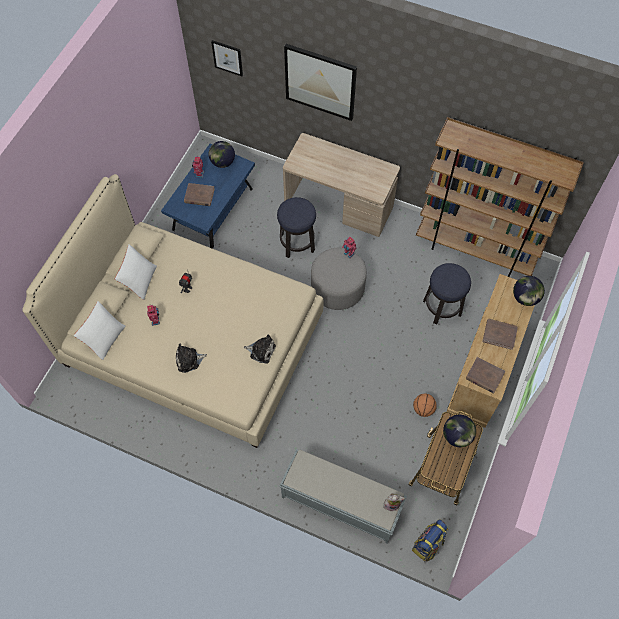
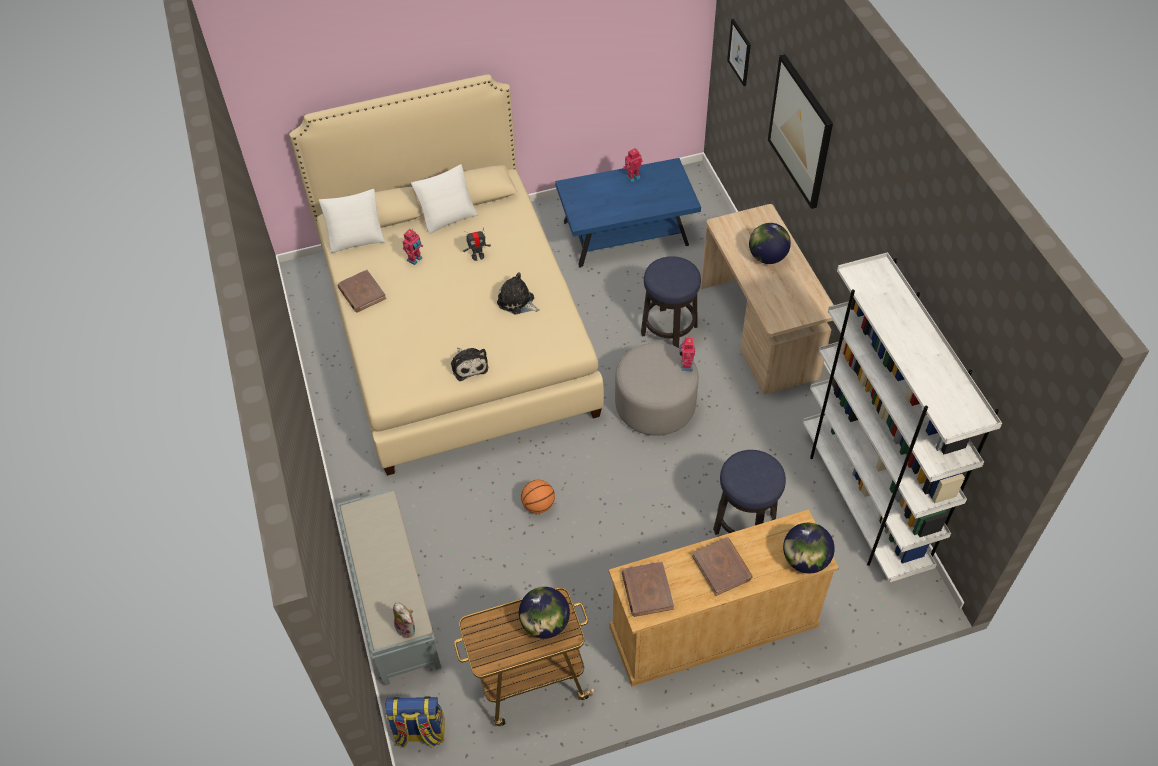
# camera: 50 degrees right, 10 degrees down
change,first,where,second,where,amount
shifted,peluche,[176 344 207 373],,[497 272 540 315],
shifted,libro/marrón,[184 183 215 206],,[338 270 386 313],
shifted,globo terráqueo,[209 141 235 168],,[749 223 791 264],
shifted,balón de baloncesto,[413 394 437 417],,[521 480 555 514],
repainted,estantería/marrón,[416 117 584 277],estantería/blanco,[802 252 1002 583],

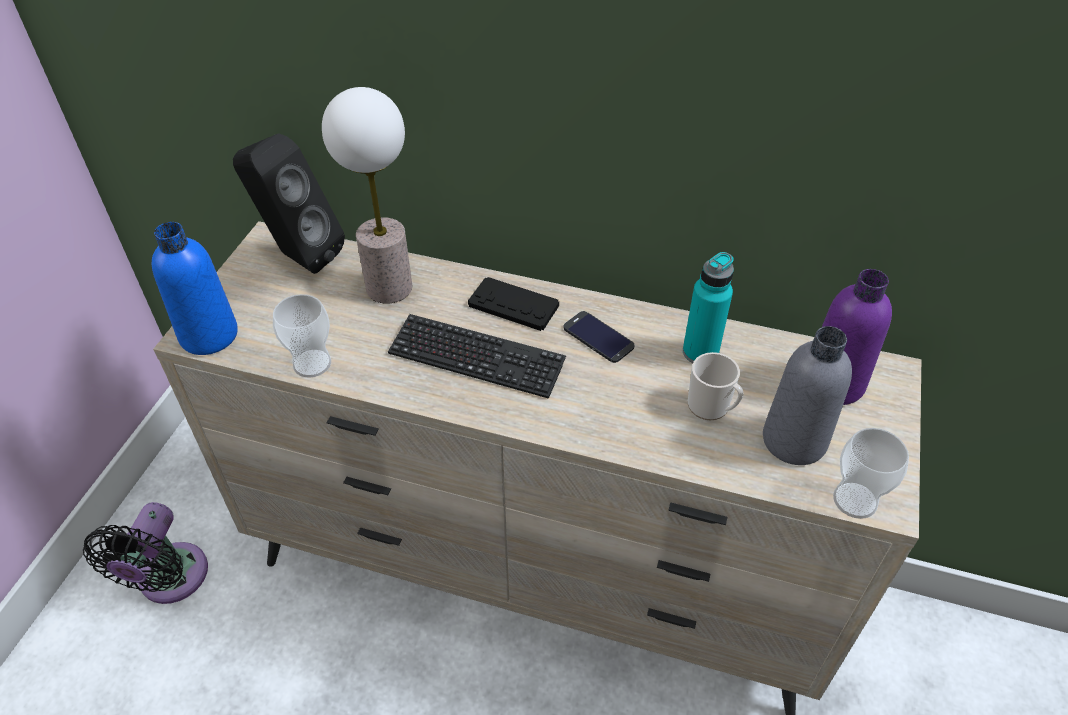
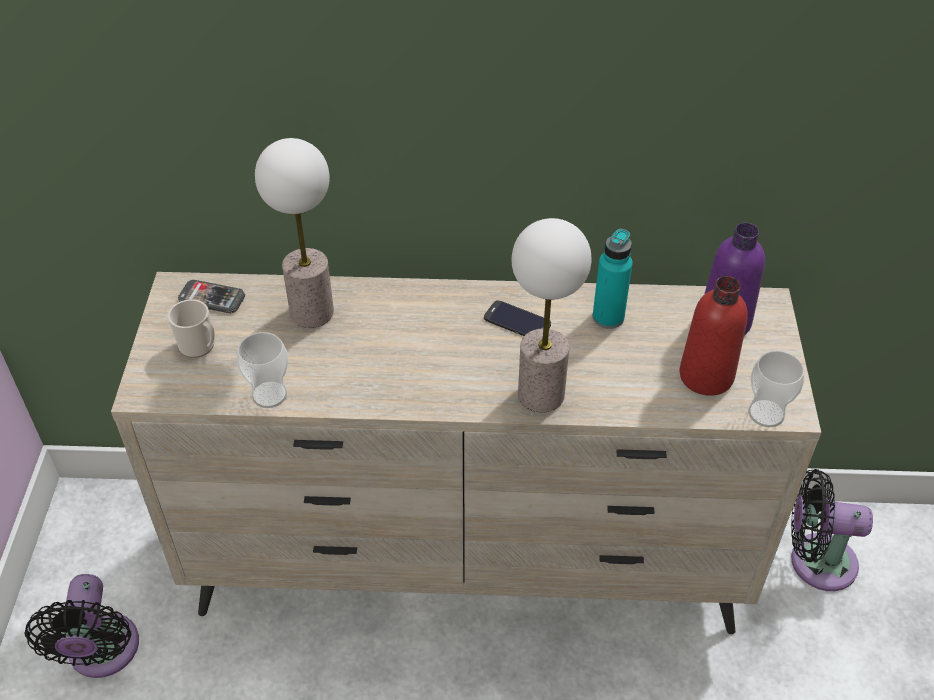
# camera: 15 degrees left, 0 degrees up
change,first,where,second,where,amount
gone,botella/azul,[152 222 238 355],,,
gone,teclado,[388 314 566 399],,,
gone,mando de consola/negro,[468 277 559 331],,,
new,,,lámpara de mesa,[512 218 592 412],
new,,,ventilador/negro,[791 469 873 591],
shifted,taza grande,[688 352 744 420],,[168 299 215 358],
swapped,altavoz/negro,[233 133 345 274],móvil,[178 280 245 313],
repainted,botella/gris,[763 326 852 465],botella/rojo,[679 276 748 396],

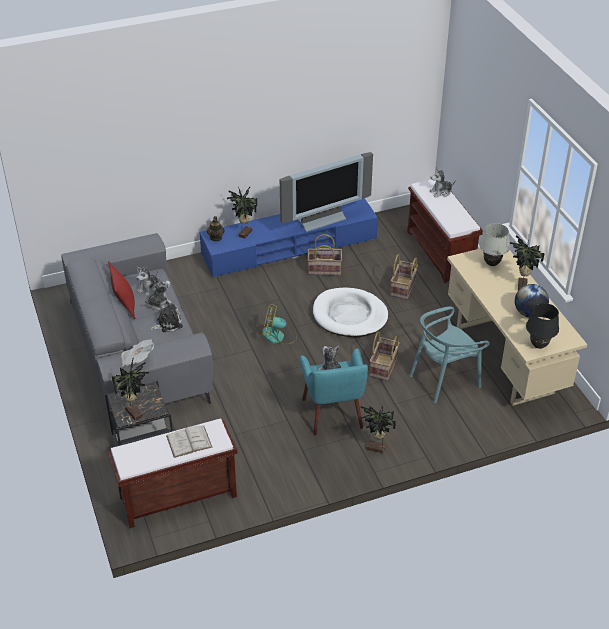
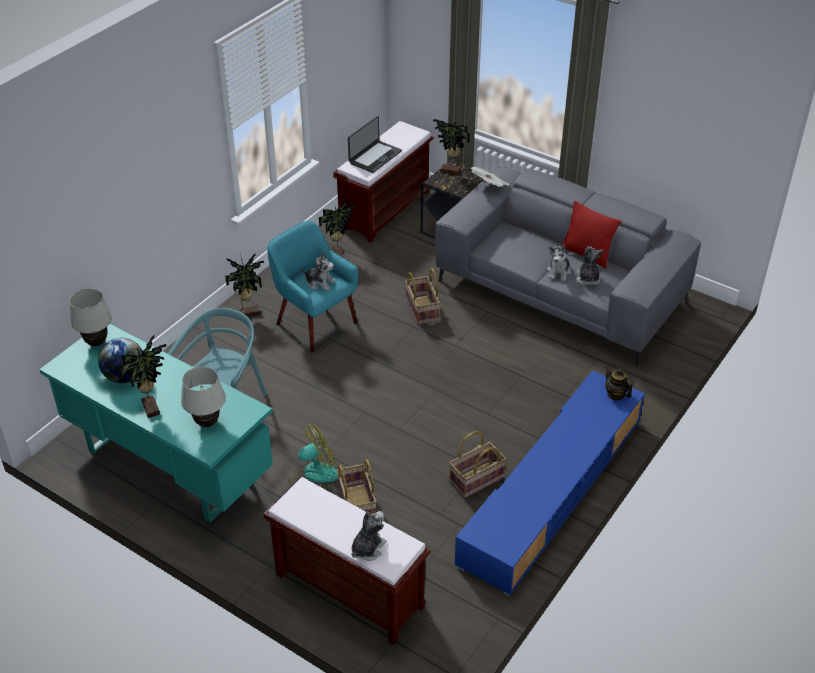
# camera: 145 degrees right, 0 degrees up
change,first,where,second,where,amount
gone,peluche,[150 301 183 332],,,
gone,televisor,[280 152 373 232],,,
gone,cama para perro/blanco,[313 288 388 337],,,
shifted,planta en maceta,[227 187 258 239],,[319 199 356 257],
shifted,ventilador,[262 303 297 345],,[288 424 338 488],
shifted,cesta,[369 331 400 381],,[405 268 440 325],
swapped,libro/blanco,[166 426 213 458],portátil,[348 116 402 173],
repainted,escritorio/beis,[447 249 587 406],escritorio/turquesa,[39 324 273 522],
repainted,lámpara de mesa/negro,[526 303 559 349],lámpara de mesa/blanco,[70 288 112 346],

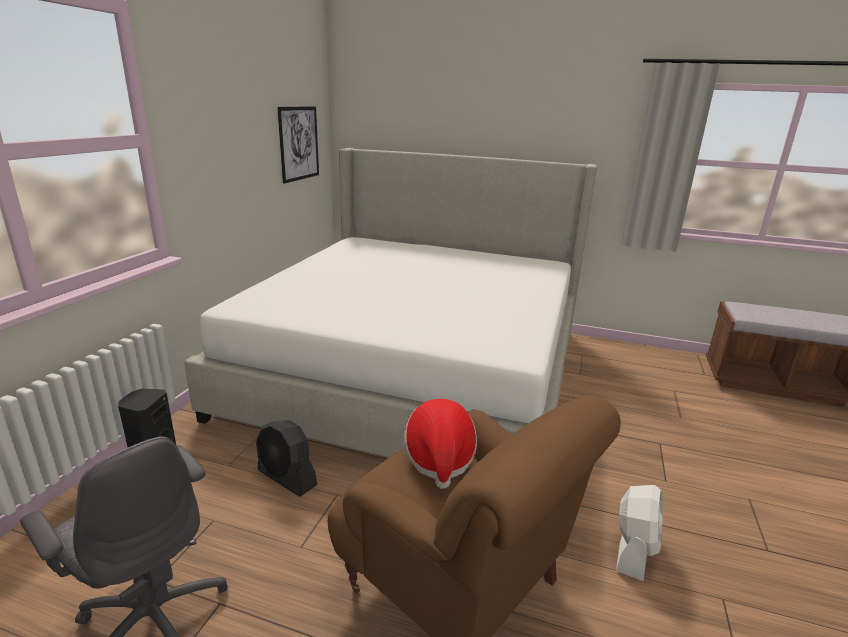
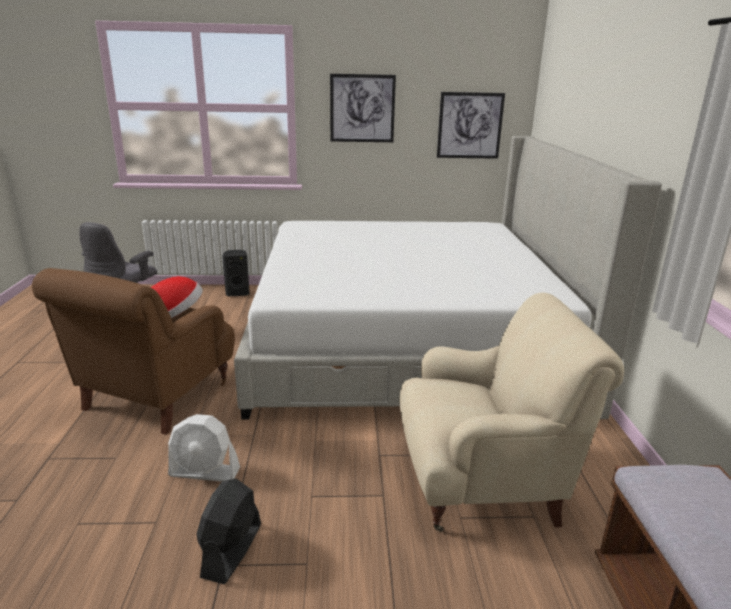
# camera: 70 degrees right, 0 degrees up
change,first,where,second,where,amount
new,,,cuadro,[330 74 396 142],
new,,,sillón/beis,[399 293 624 532],
shifted,ventilador/negro,[256 420 318 497],,[196 479 261 584],

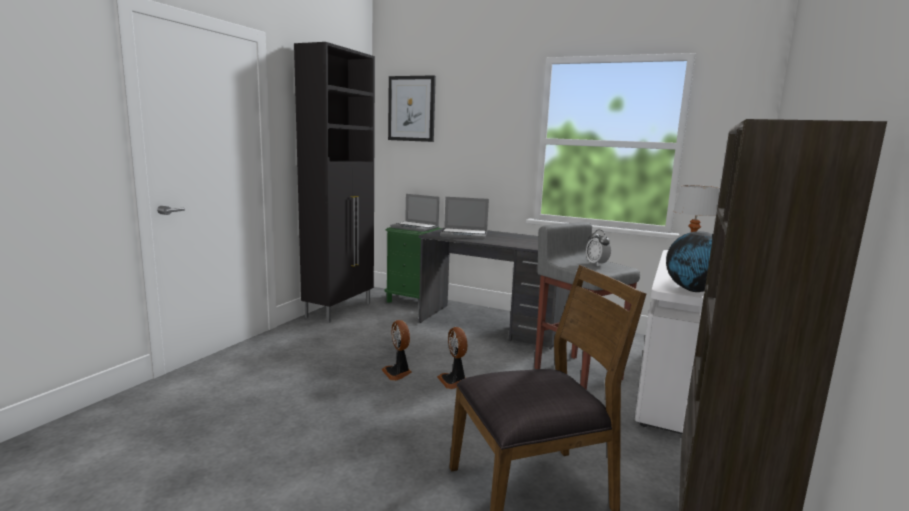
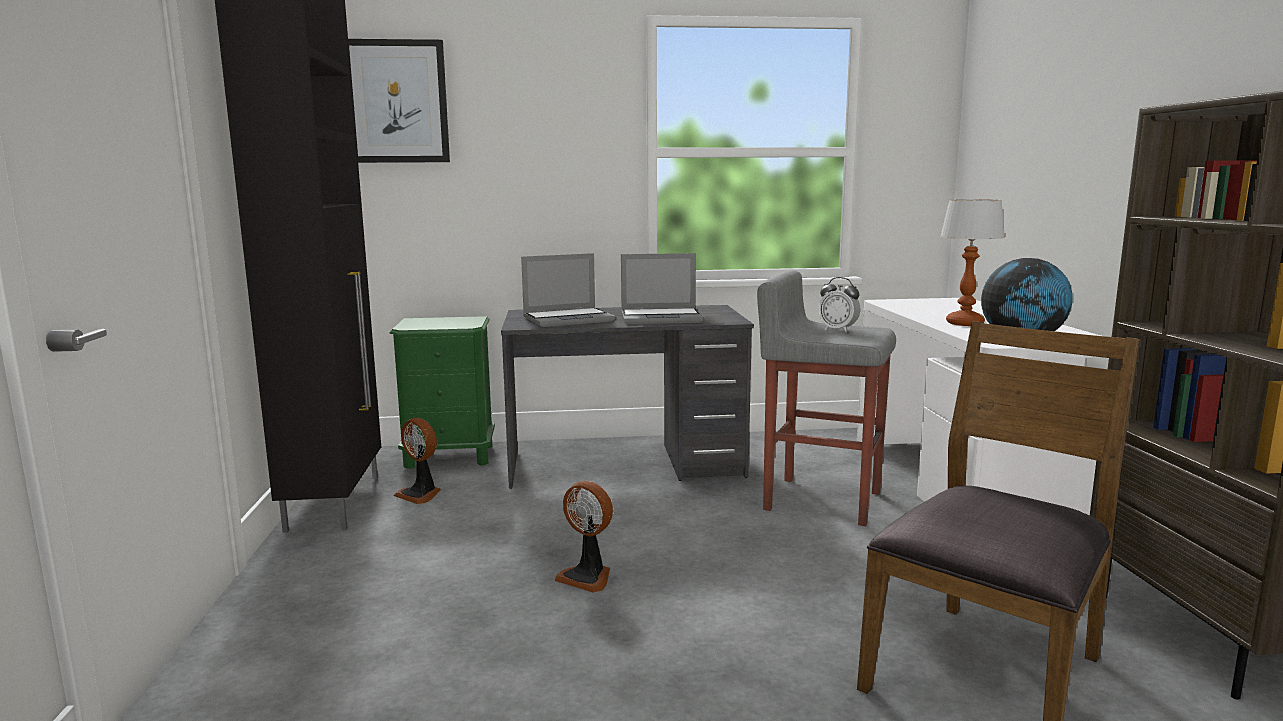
# camera: 30 degrees left, 0 degrees up
change,first,where,second,where,amount
shifted,portátil,[390 194 440 232],,[621 253 703 324],
shifted,ventilador,[437 327 467 389],,[394 418 441 504],

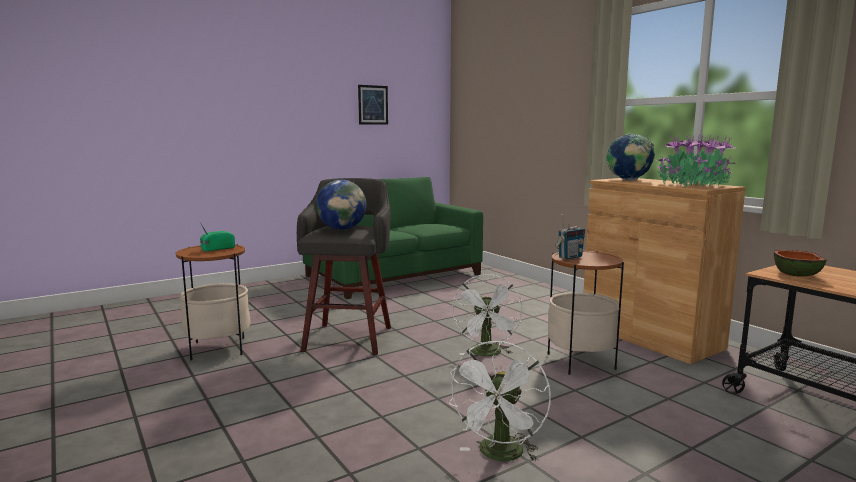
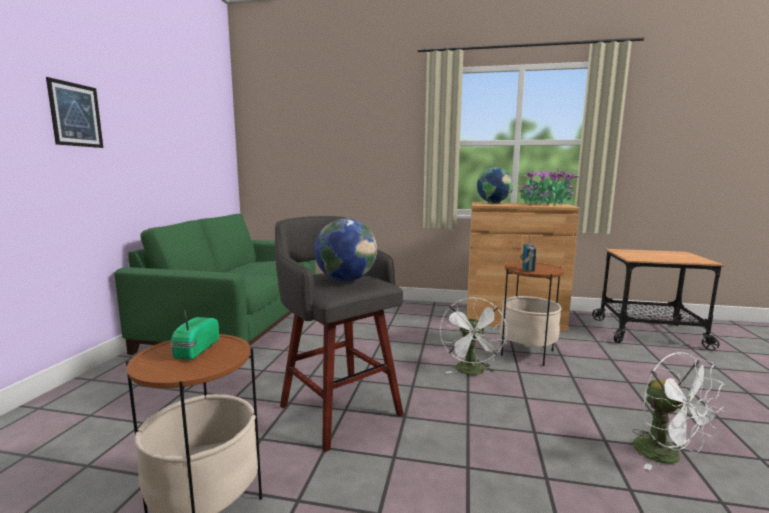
# camera: 45 degrees left, 0 degrees up
change,first,where,second,where,amount
gone,cuenco,[774 250 826 277],,,
shifted,cuadro,[358 85 388 125],,[46 77 103 148],
rotated,ventilador/blanco,[452 274 522 356],,[440 298 508 375],45 degrees clockwise

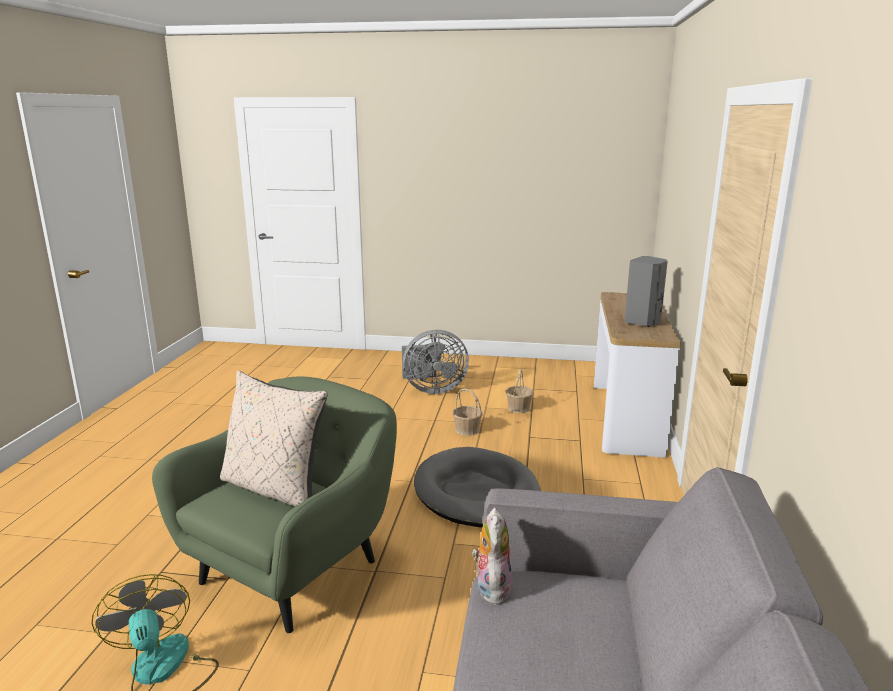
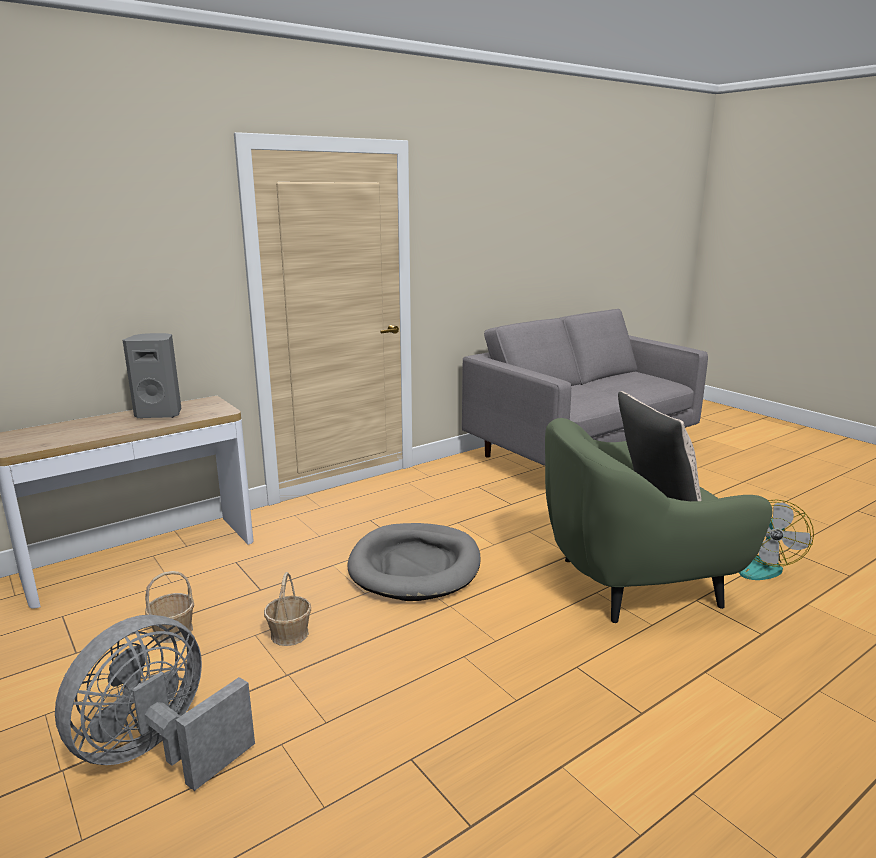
# camera: 135 degrees left, 0 degrees up
change,first,where,second,where,amount
gone,peluche,[472 508 512 605],,,
rotated,ventilador/gris,[402 330 469 394],,[55 615 255 791],90 degrees counterclockwise

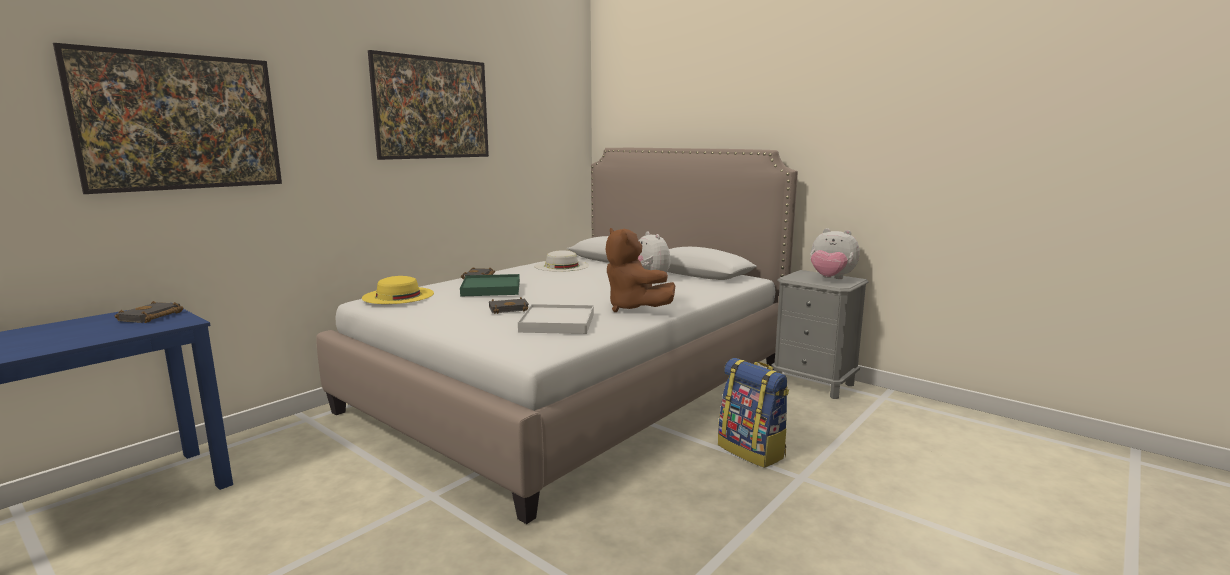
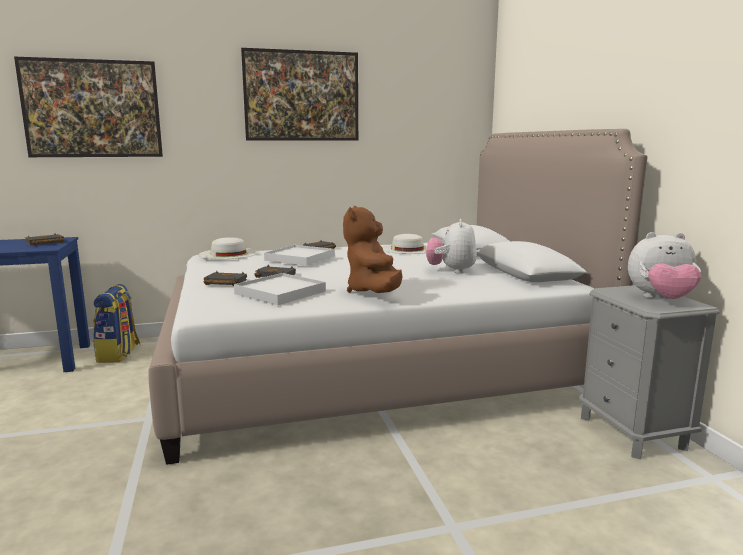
# camera: 35 degrees right, 0 degrees up
change,first,where,second,where,amount
new,,,libro/negro,[203 271 247 286],
shifted,mochila,[718 358 789 468],,[93 284 141 363],
repainted,sombrero/amarillo,[362 276 434 304],sombrero/blanco,[199 237 258 259],
repainted,bandeja/verde,[460 274 520 297],bandeja/blanco,[264 245 335 266],
rotated,peluche,[810 228 860 279],,[628 232 701 299],60 degrees counterclockwise

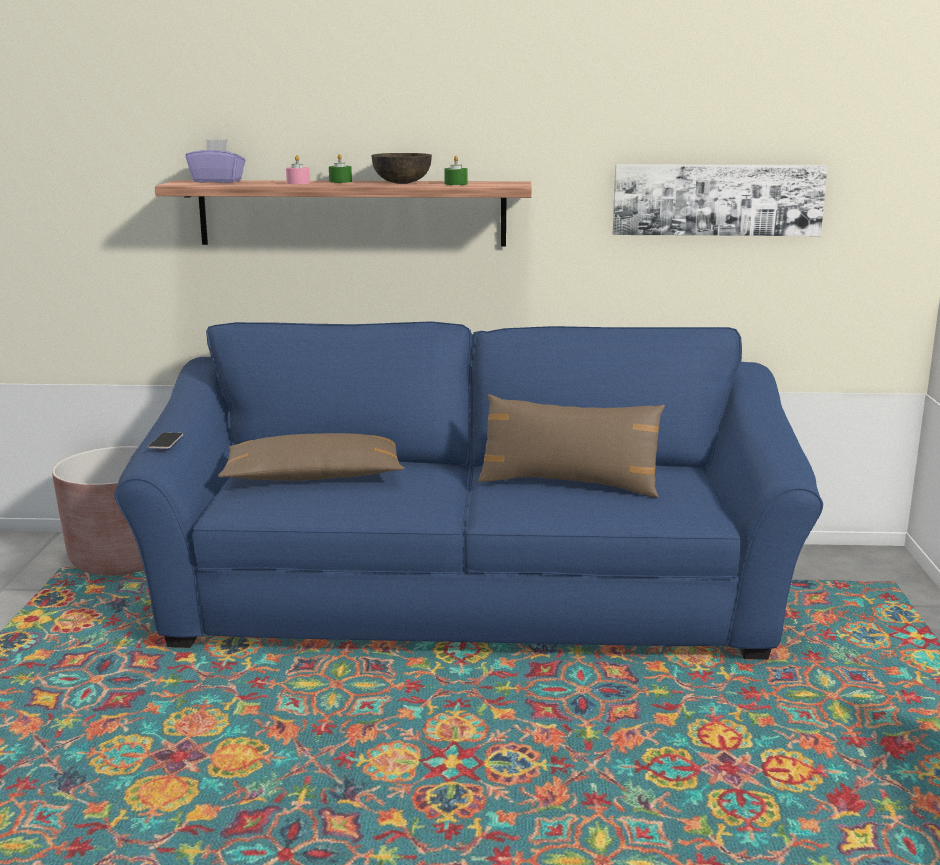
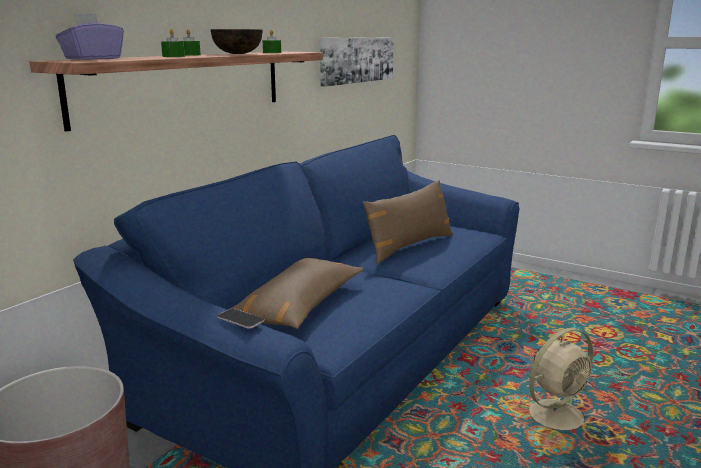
# camera: 60 degrees left, 0 degrees up
change,first,where,second,where,amount
new,,,ventilador/beis,[512 328 593 440],
repainted,vela/rosa,[286 155 310 184],vela/verde,[161 29 185 57],

